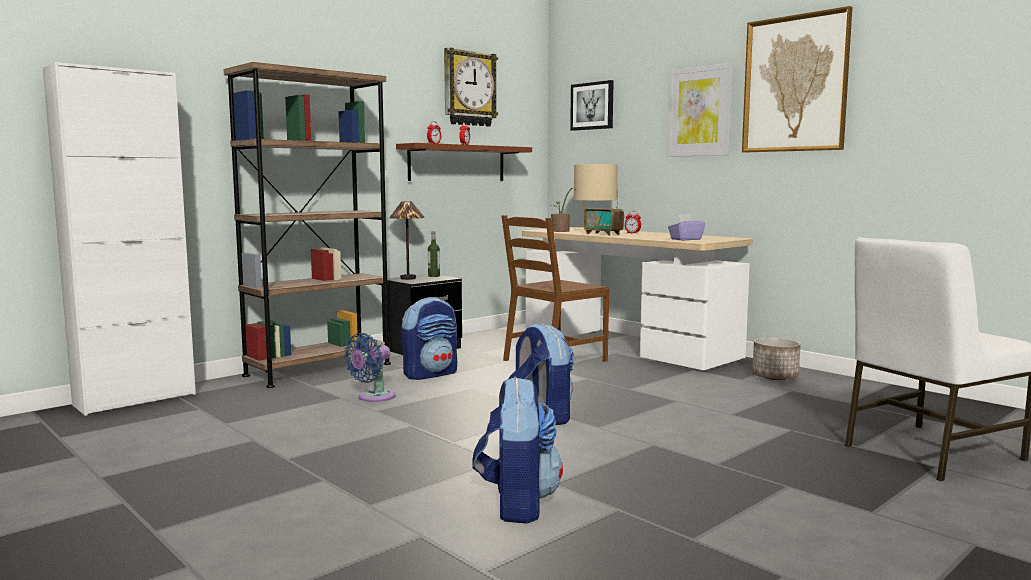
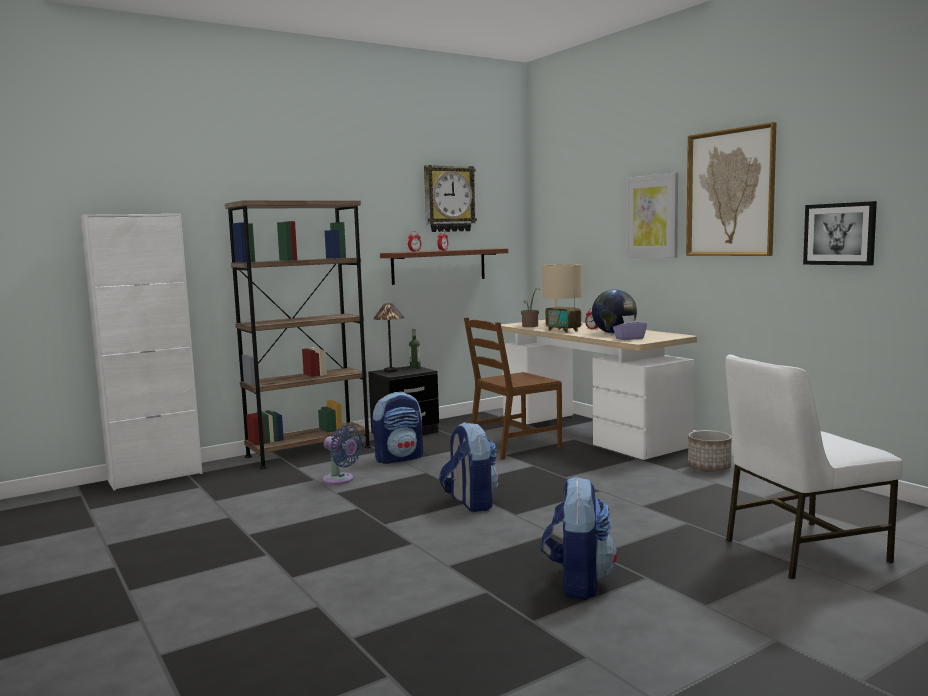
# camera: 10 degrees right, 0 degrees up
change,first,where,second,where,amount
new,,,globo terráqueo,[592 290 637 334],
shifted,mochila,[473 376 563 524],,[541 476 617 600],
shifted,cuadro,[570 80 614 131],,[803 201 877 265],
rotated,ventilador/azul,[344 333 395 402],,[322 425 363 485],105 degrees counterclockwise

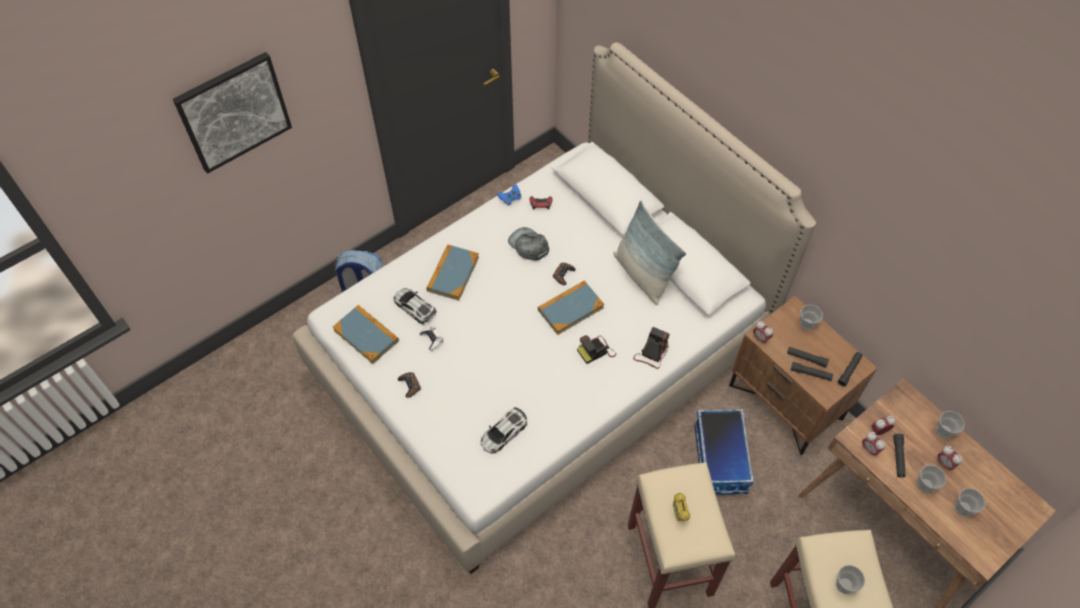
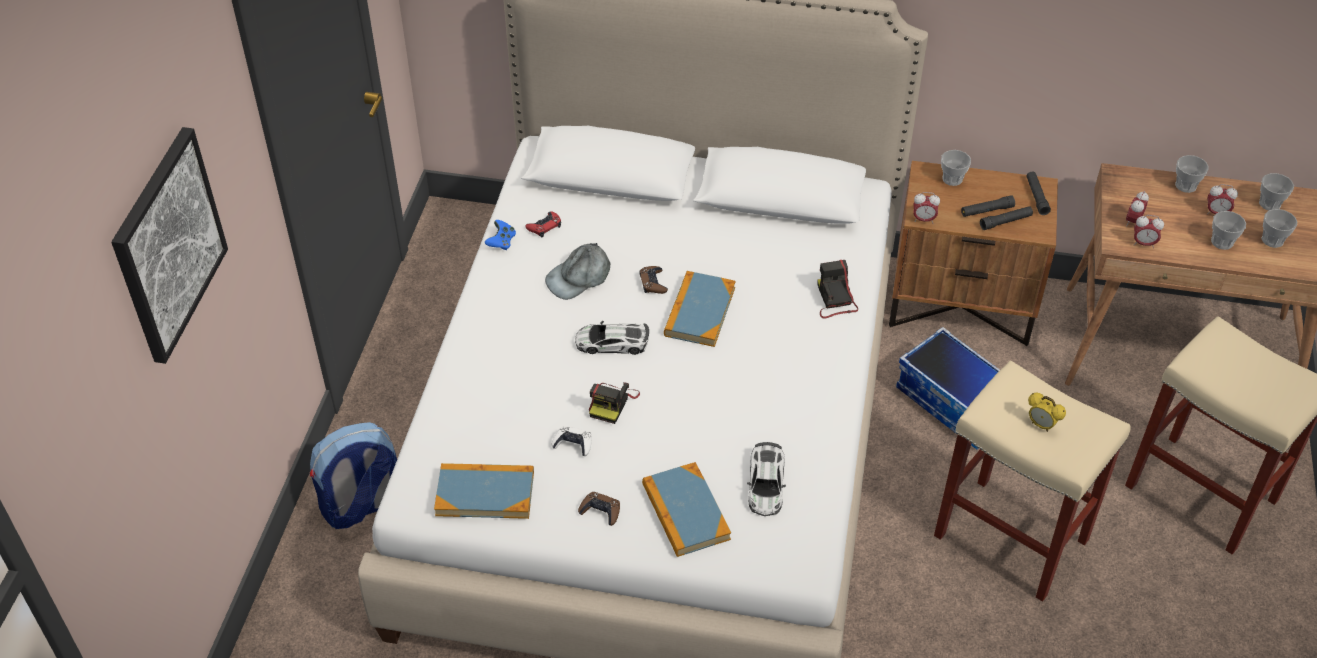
# camera: 40 degrees left, 10 degrees down
change,first,where,second,where,amount
gone,cojín,[613 201 686 305],,,
gone,linterna/negro,[893 433 906 478],,,
shifted,coche de juguete,[394 288 436 324],,[575 321 649 355],
shifted,libro,[426 245 479 301],,[642 462 731 557],
shifted,cámara,[577 335 616 364],,[589 382 640 424],
shifted,taza,[836 565 865 594],,[1259 173 1294 210],
rotated,gorra/gris,[508 227 549 260],,[545 243 611 300],45 degrees counterclockwise

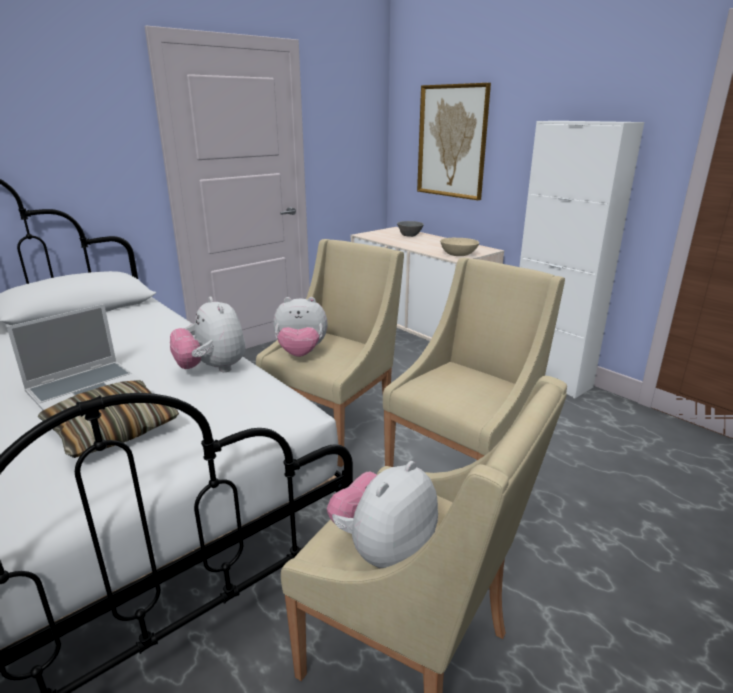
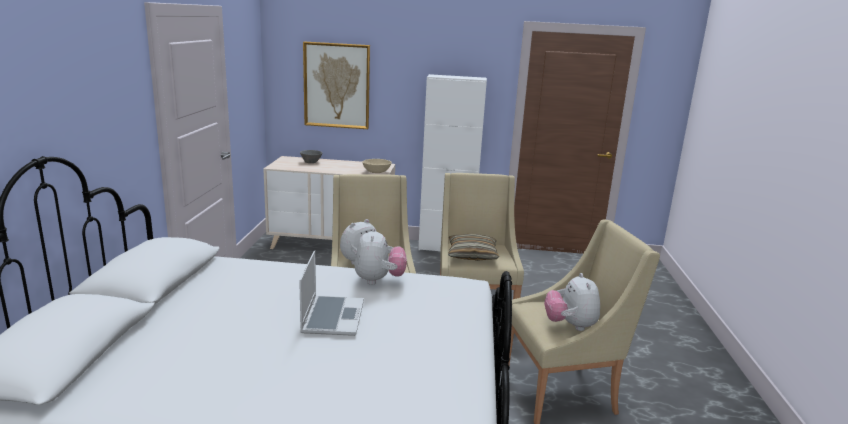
# camera: 45 degrees left, 5 degrees down
change,first,where,second,where,amount
shifted,cojín,[37 380 179 458],,[448 234 499 261],
rotated,peluche,[170 296 245 372],,[355 227 407 285],105 degrees counterclockwise

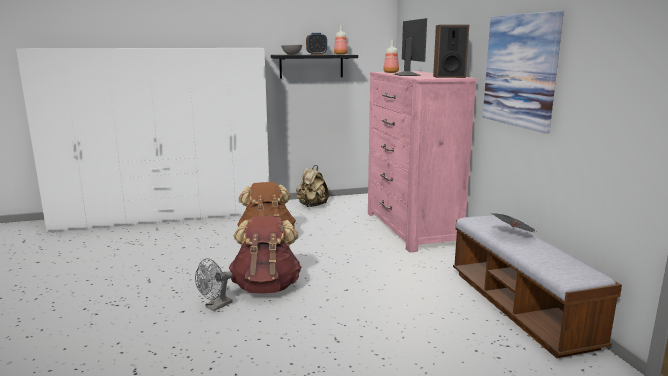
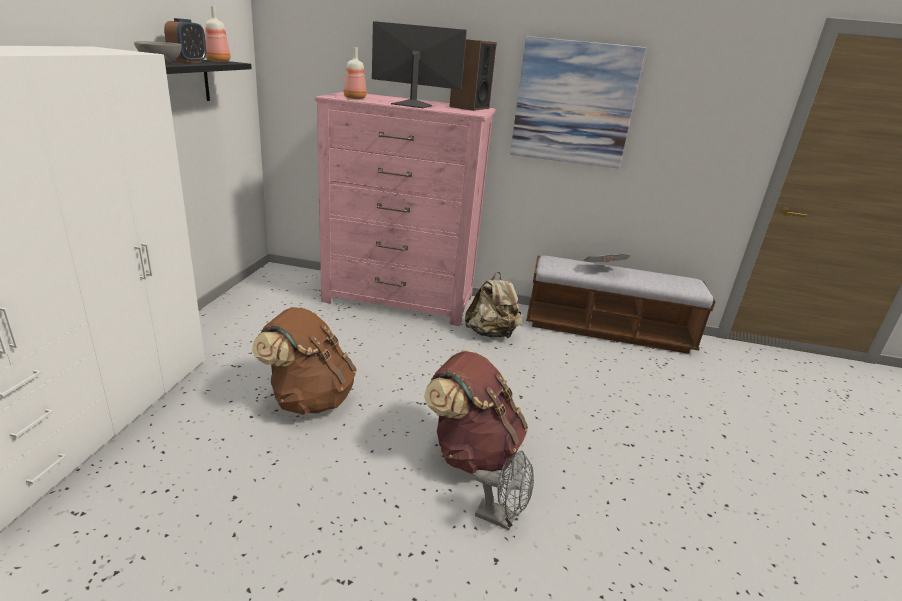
# camera: 65 degrees left, 10 degrees up
change,first,where,second,where,amount
shifted,mochila/beis,[296 165 329 207],,[465 272 522 338],
rotated,ventilador/gris,[195 258 233 311],,[474 450 534 530],45 degrees counterclockwise

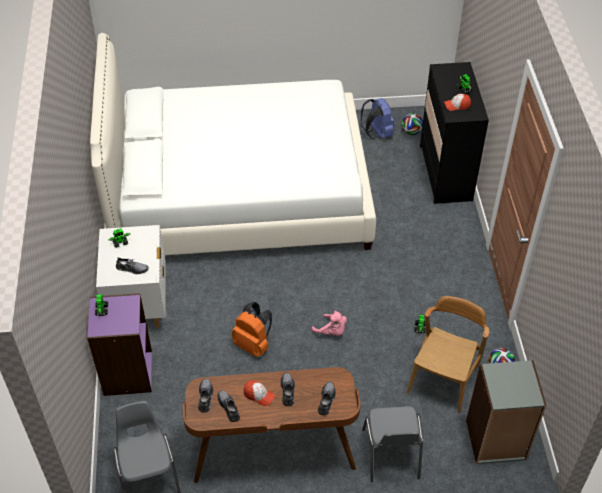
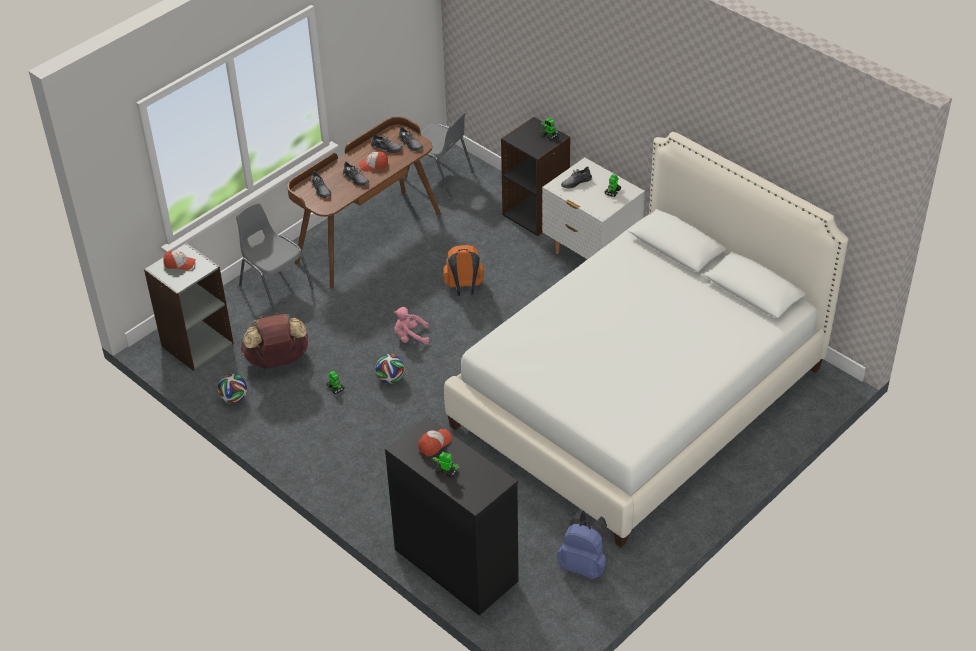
# camera: 140 degrees right, 5 degrees down
change,first,where,second,where,amount
new,,,gorra,[163 250 196 270],
shifted,balón de fútbol,[402 113 423 135],,[375 354 405 384],
swapped,silla/marrón,[407 296 489 413],mochila/marrón,[241 313 309 369],
repainted,estantería/morado,[87 293 152 396],estantería/negro,[501 117 571 236],

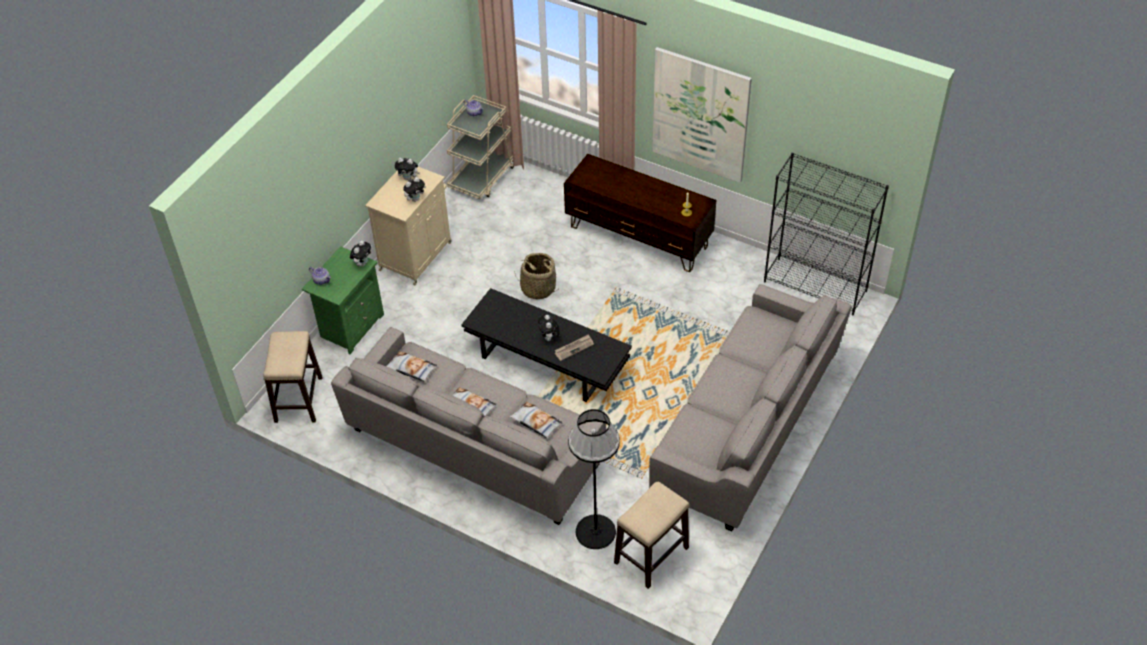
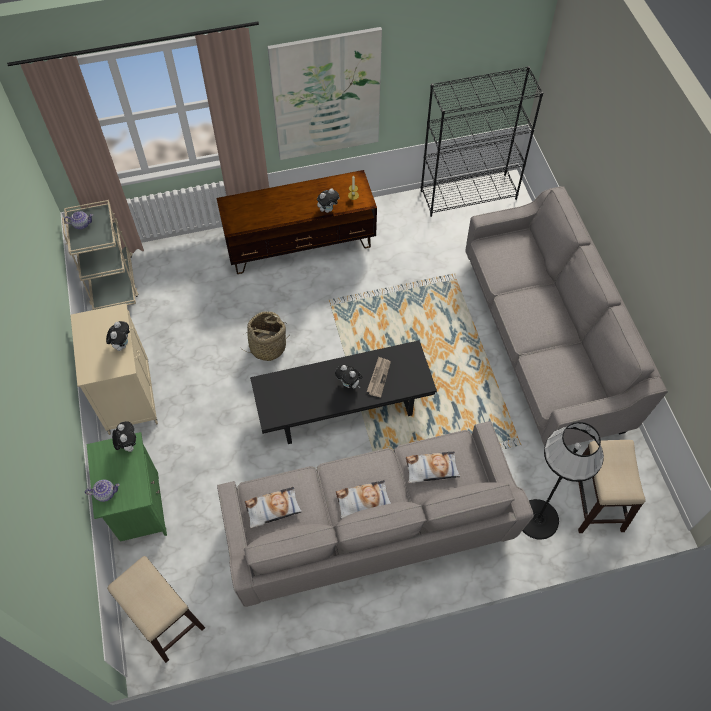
# camera: 45 degrees left, 10 degrees up
change,first,where,second,where,amount
shifted,peluche,[394 158 420 181],,[317 188 340 213],

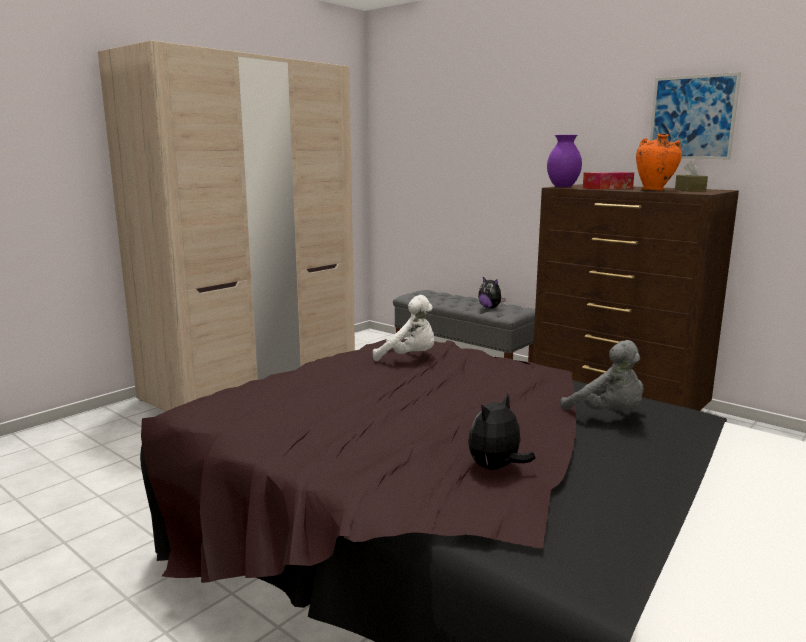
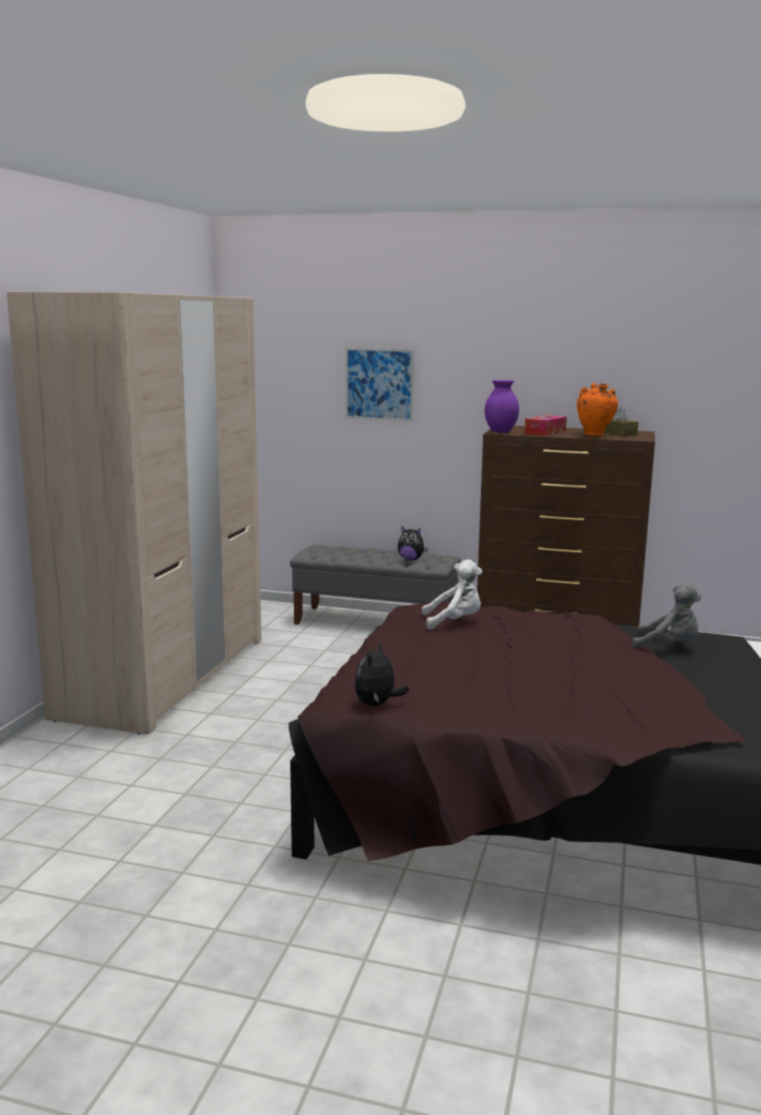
# camera: 25 degrees left, 0 degrees up
change,first,where,second,where,amount
shifted,peluche,[468 392 536 470],,[354 641 409 706],
shifted,cuadro,[650 72 741 159],,[345 348 414 421],

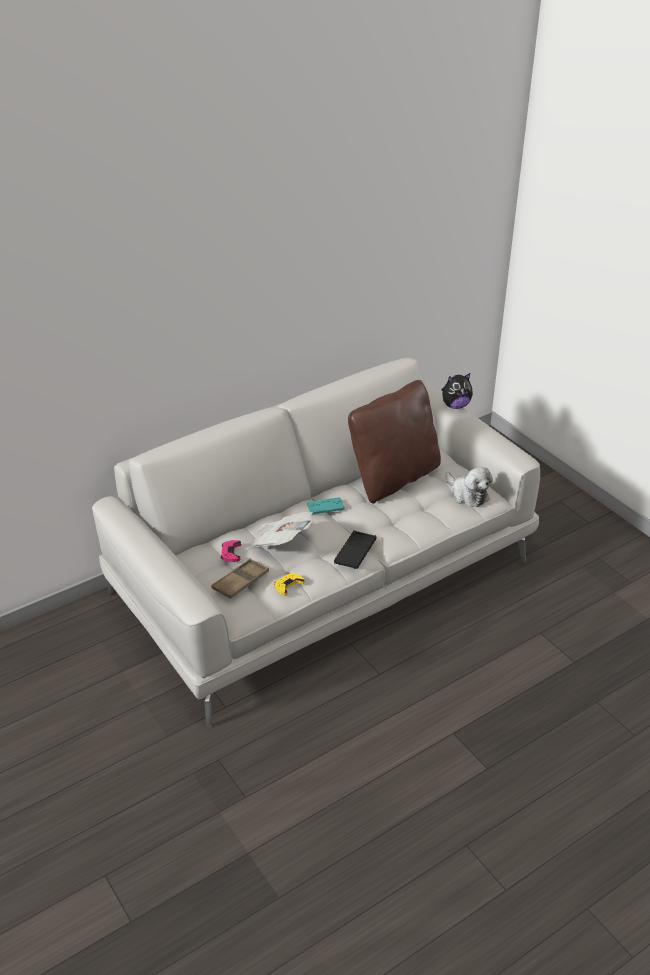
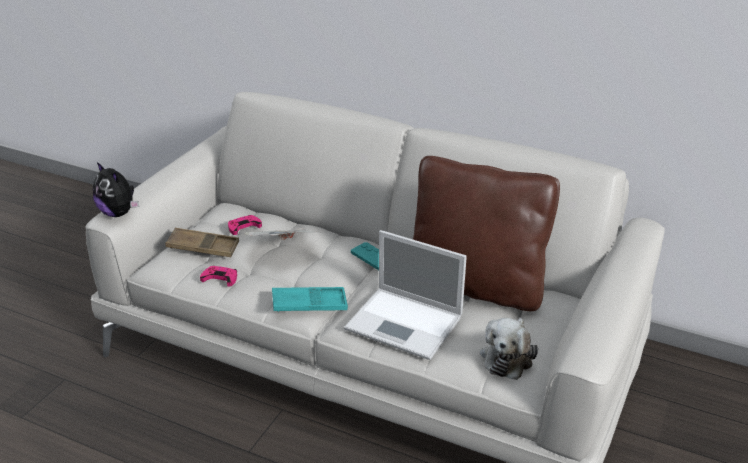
# camera: 60 degrees right, 5 degrees down
change,first,where,second,where,amount
new,,,portátil,[344 230 467 360],
shifted,peluche,[442 372 473 409],,[93 162 139 217],
repainted,mando de consola/amarillo,[274 573 305 596],mando de consola/rosa,[200 266 237 287],
repainted,bandeja/negro,[334 530 376 569],bandeja/turquesa,[272 287 348 312],

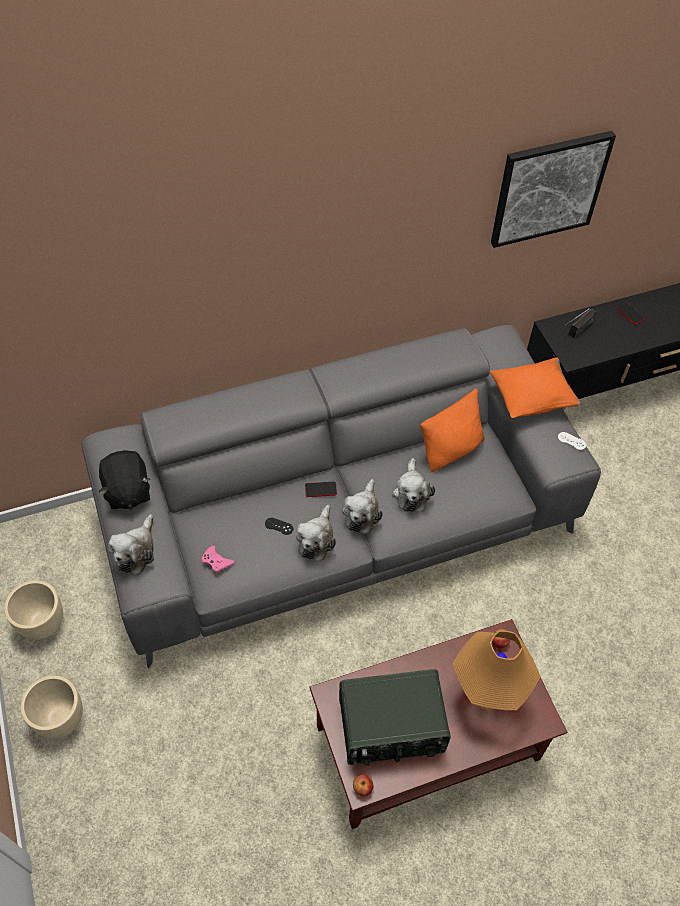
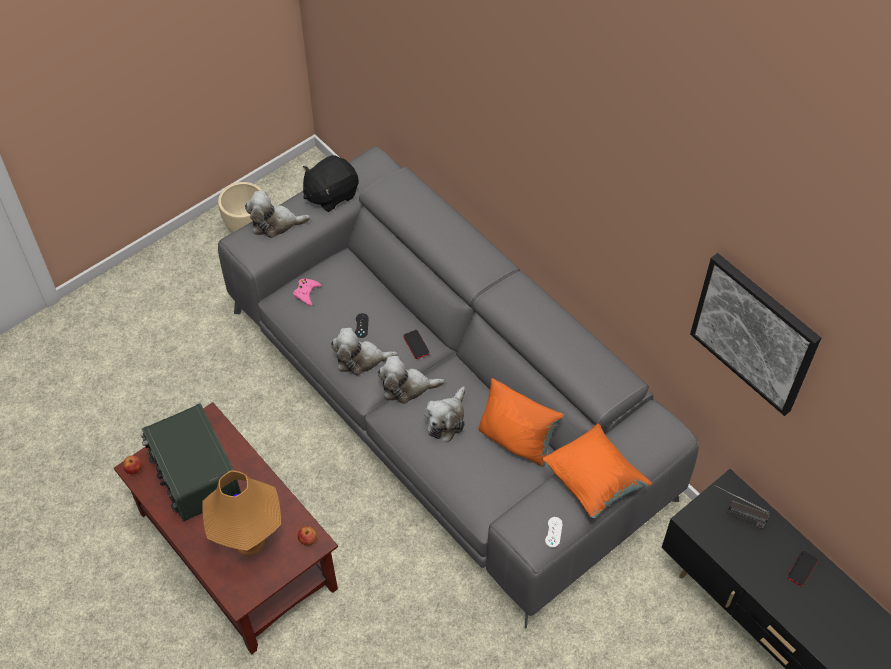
# camera: 70 degrees right, 0 degrees up
change,first,where,second,where,amount
gone,maceta/beis,[21 676 83 739],,,
rotated,peluche,[392 458 435 512],,[425 386 466 443],45 degrees counterclockwise

